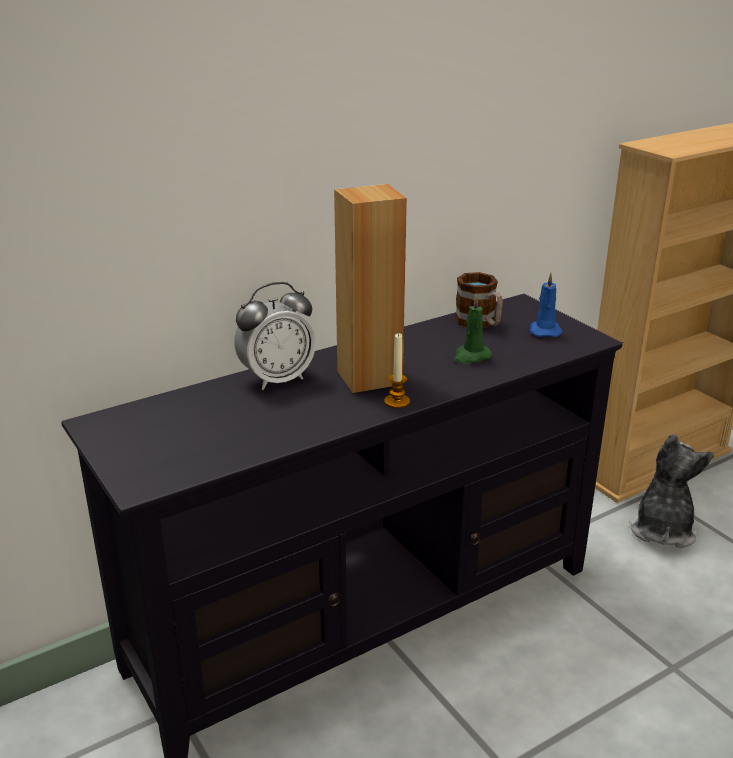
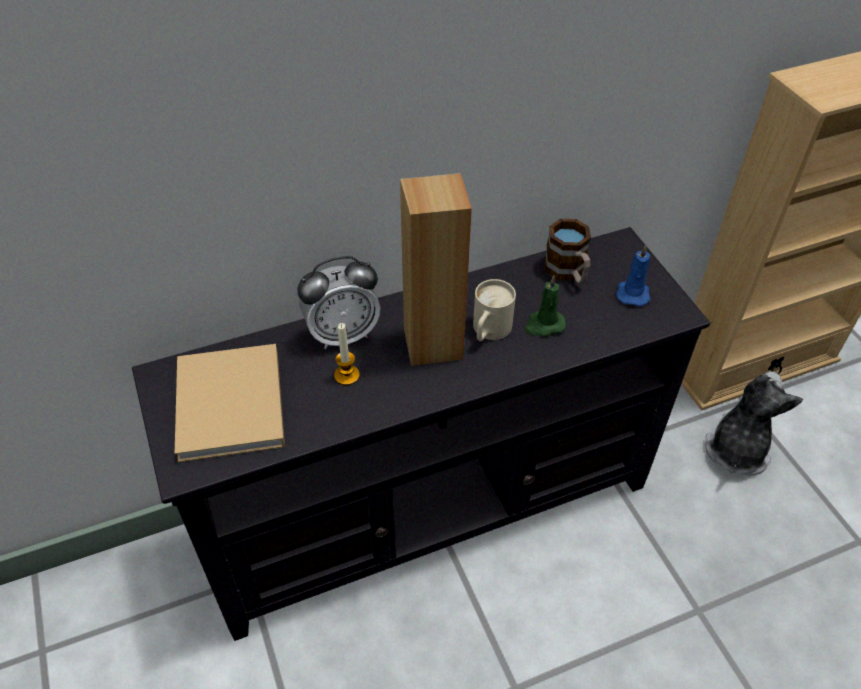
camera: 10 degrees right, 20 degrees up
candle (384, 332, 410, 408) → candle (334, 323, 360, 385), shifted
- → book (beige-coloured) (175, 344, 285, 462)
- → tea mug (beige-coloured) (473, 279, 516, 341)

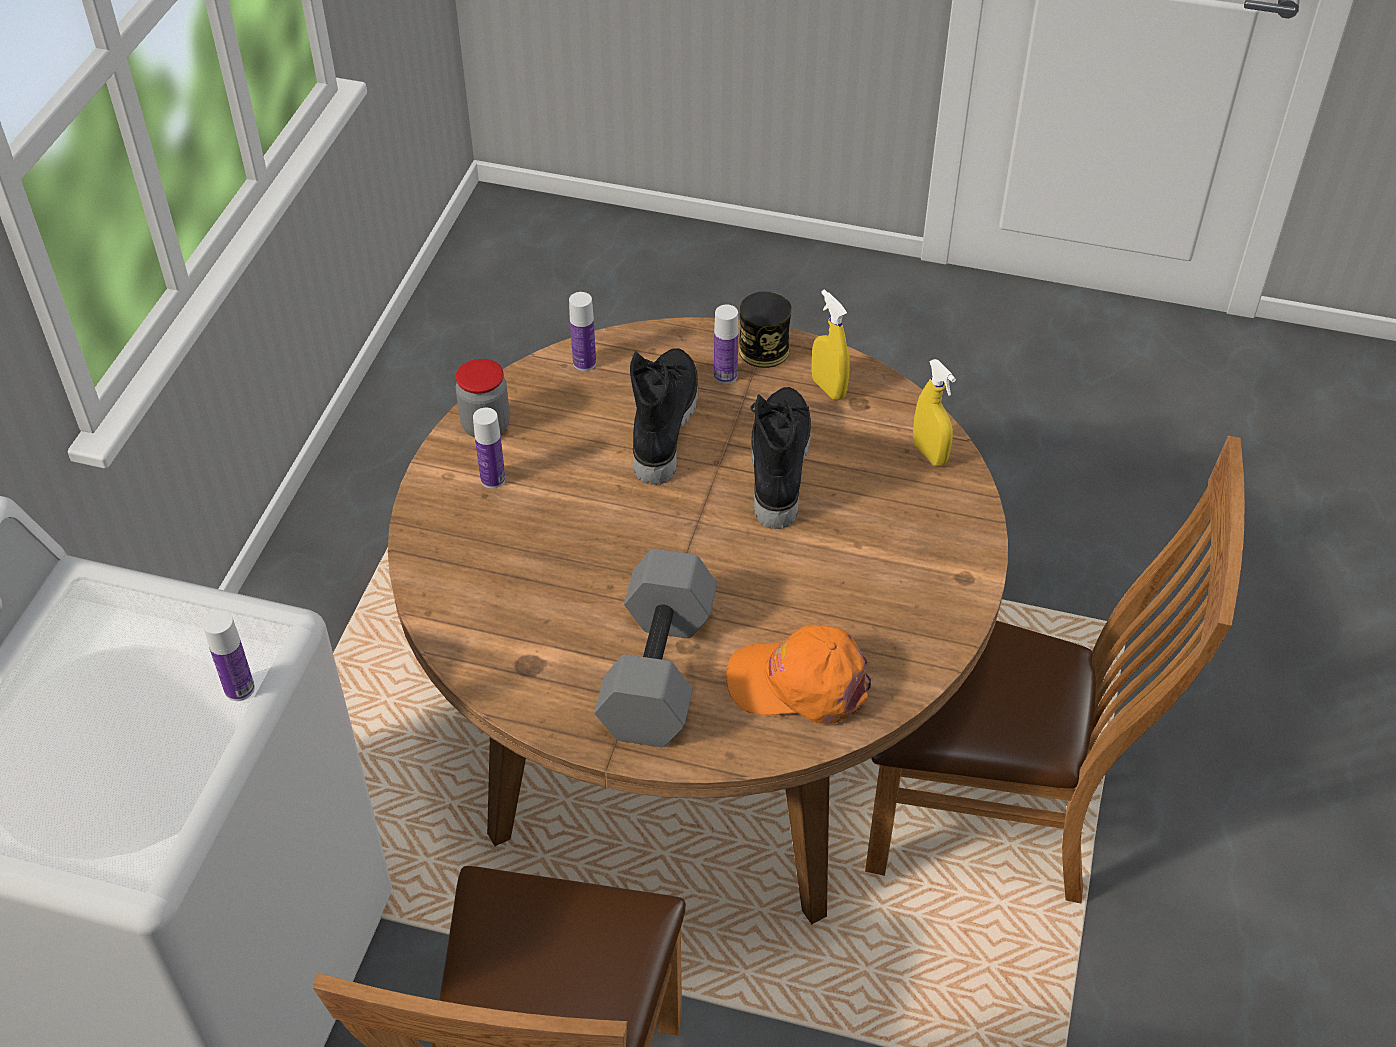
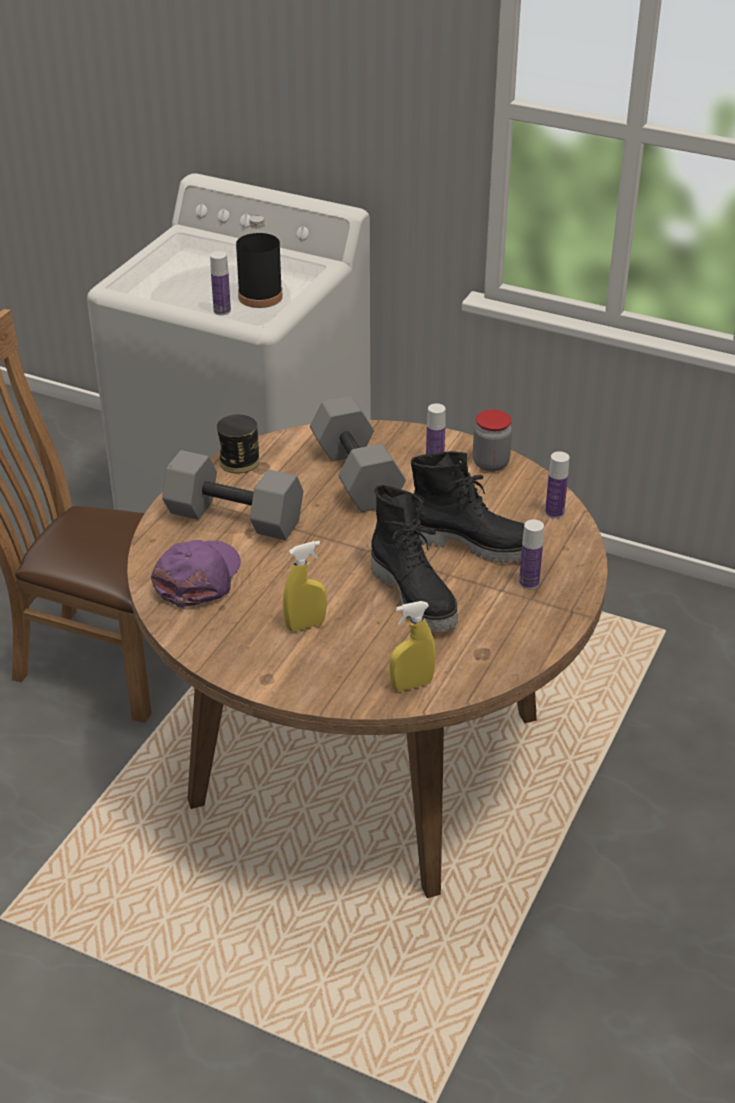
camera: 100 degrees right, 10 degrees down
peaked cap (orangey) (726, 625, 871, 724) → peaked cap (purplish) (151, 540, 241, 608)
can (739, 291, 792, 368) → can (217, 415, 259, 474), shifted
high-top boot (black) (750, 387, 811, 529) → high-top boot (black) (371, 485, 458, 632), 45 degrees clockwise
hand sprayer (yellow-coloured) (811, 290, 850, 401) → hand sprayer (yellow-coloured) (283, 541, 327, 632), shifted
plain chair (brown) (865, 436, 1245, 903) → -
- → beverage bottle (black) (236, 216, 283, 308)
- → dumbbell (grey) (310, 396, 406, 512)

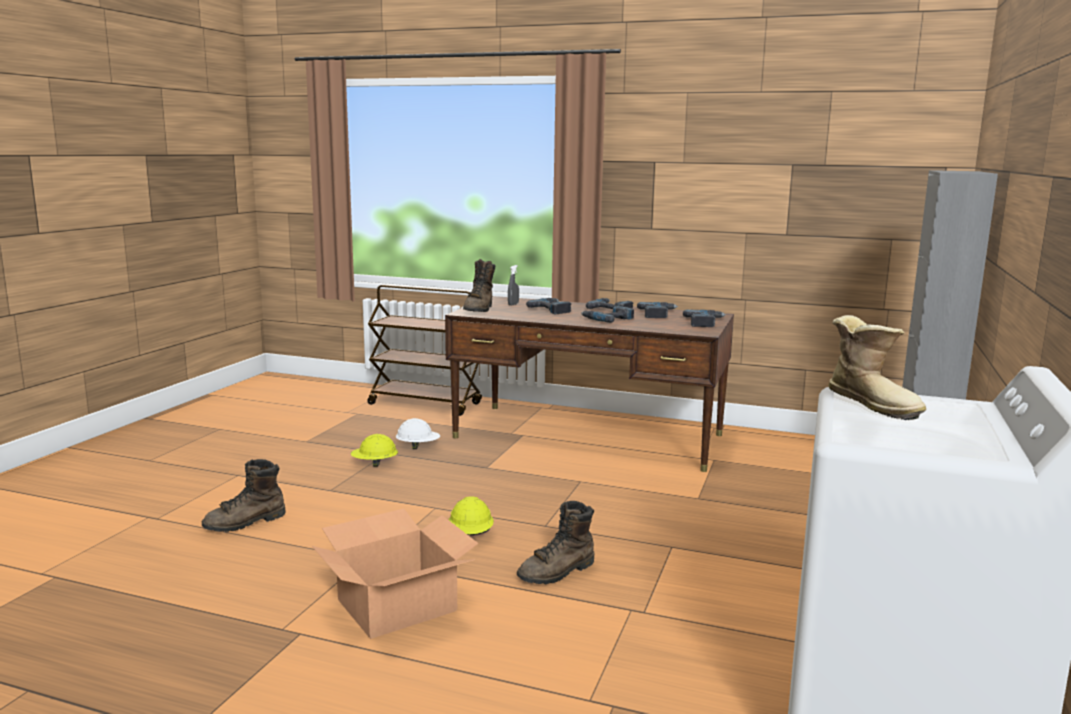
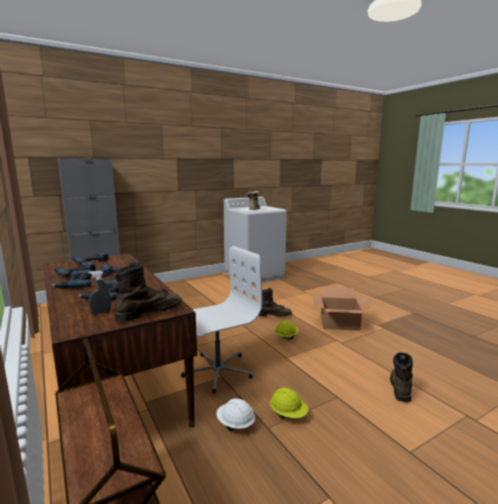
camera: 140 degrees left, 0 degrees up
high-top boot (brown) (202, 459, 286, 532) → high-top boot (brown) (390, 352, 413, 402), 75 degrees counterclockwise
- → office chair (whitish) (181, 246, 262, 393)

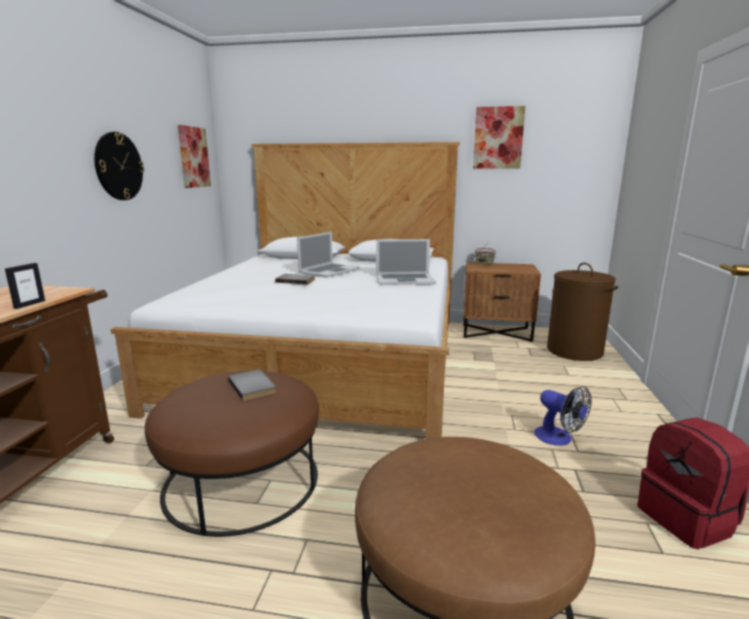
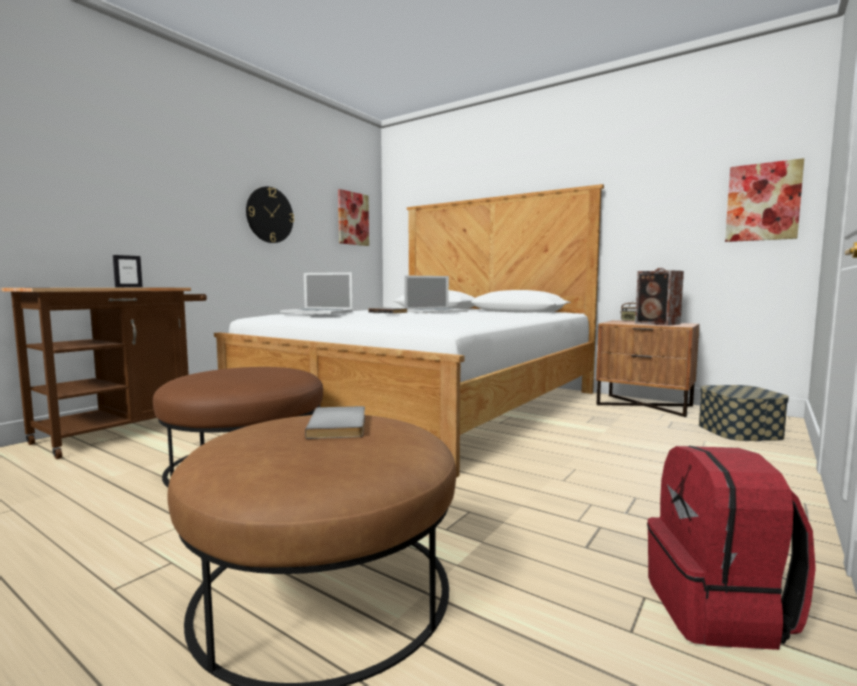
camera: 25 degrees right, 10 degrees down
book (grey) (228, 369, 276, 401) → book (grey) (305, 406, 365, 439), shifted
laptop (376, 239, 436, 285) → laptop (280, 272, 353, 314), shifted
wall art (473, 106, 525, 168) → wall art (725, 158, 804, 242), shifted
electric fan (534, 386, 592, 446) → -
washing basket (brown) (547, 263, 618, 361) → storage container (699, 385, 789, 441)
- → loudspeaker (635, 268, 684, 326)

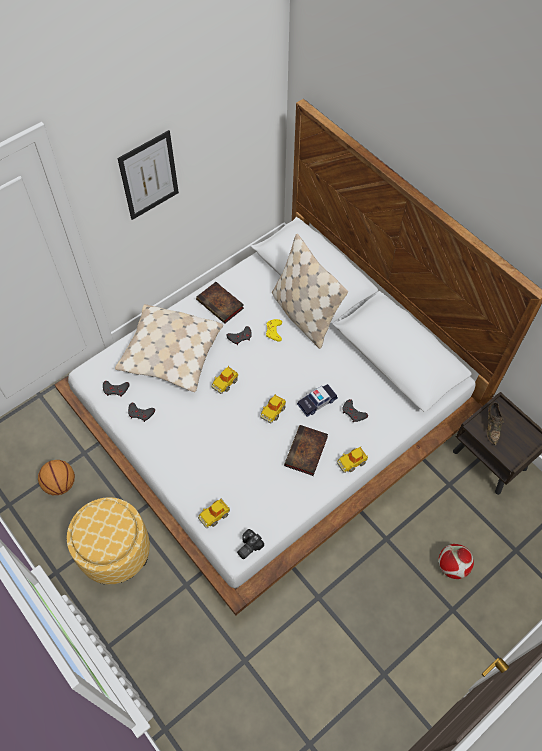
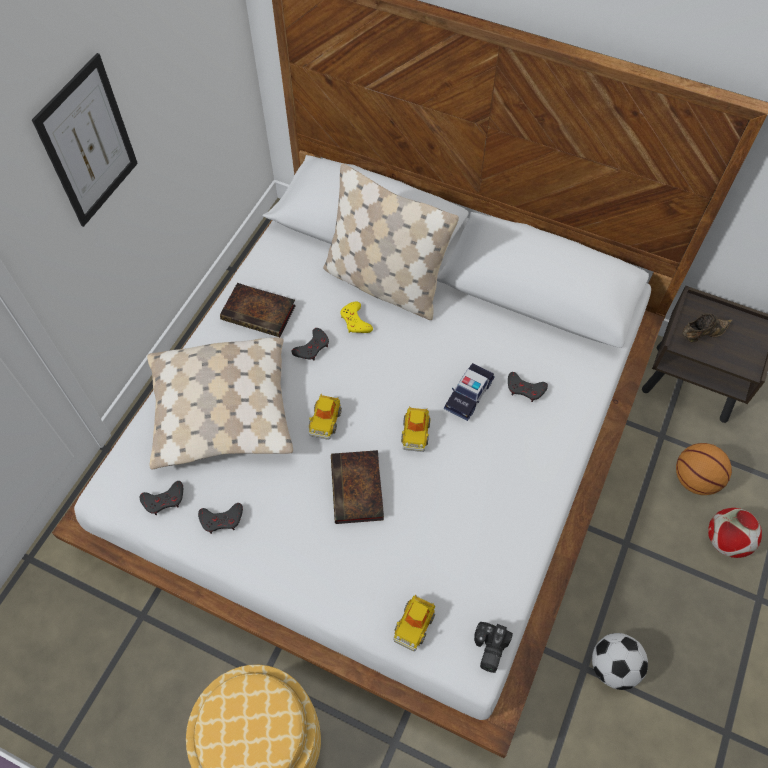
camera: 25 degrees left, 0 degrees up
basketball (38, 460, 75, 495) → basketball (676, 443, 732, 495), shifted
book (284, 425, 328, 476) → book (331, 450, 384, 524), shifted
miniature car (337, 447, 368, 473) → -
item of footwear (brown) (487, 402, 504, 446) → item of footwear (brown) (682, 313, 733, 342), 90 degrees counterclockwise
- → ball for football (592, 633, 648, 690)

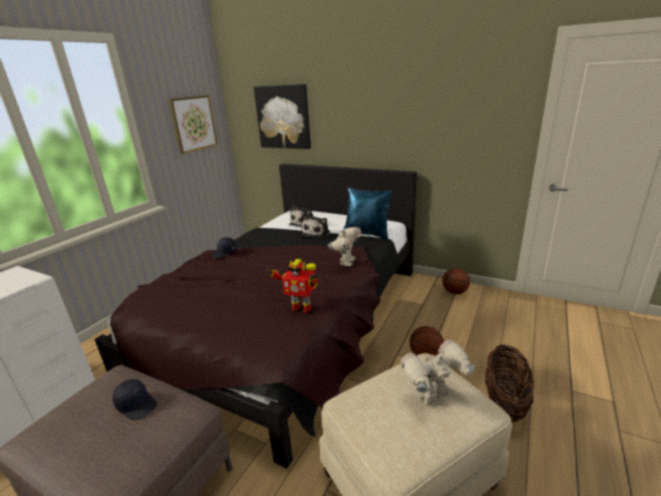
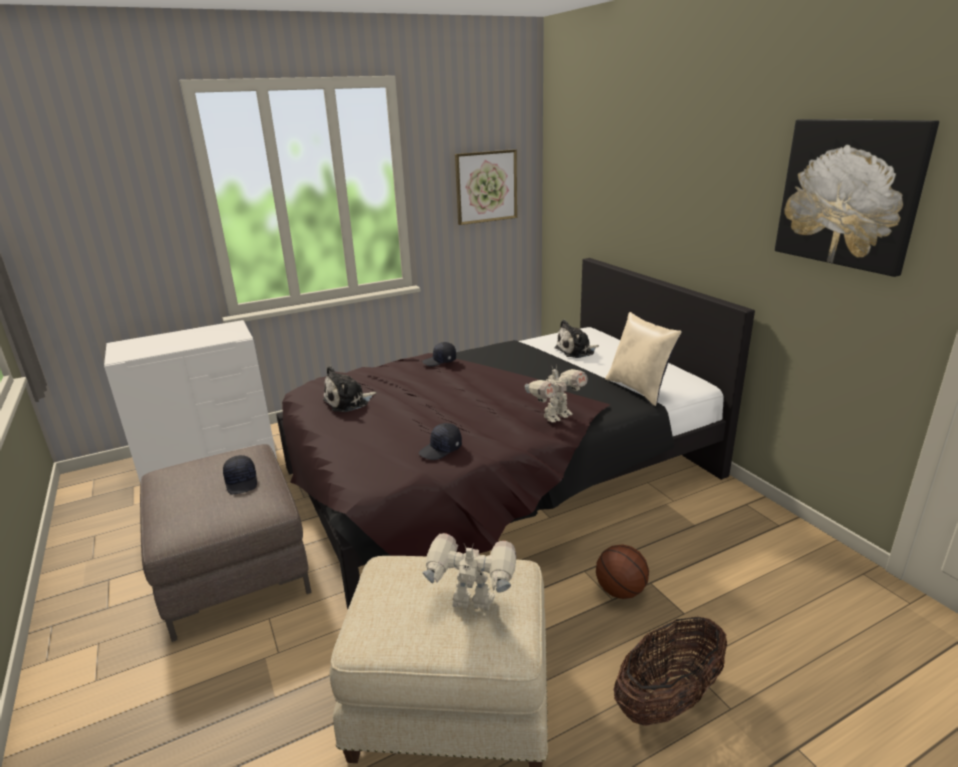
camera: 35 degrees right, 0 degrees up
wall art (254, 84, 311, 149) → wall art (775, 119, 939, 277), shifted
toy robot (267, 259, 318, 313) → peaked cap (black) (419, 423, 462, 460)
cuddly toy (301, 214, 330, 238) → cuddly toy (323, 366, 376, 412), shifted
cushion (bluish) (343, 187, 393, 240) → cushion (beige-coloured) (605, 312, 682, 406)
basketball (442, 268, 470, 294) → -

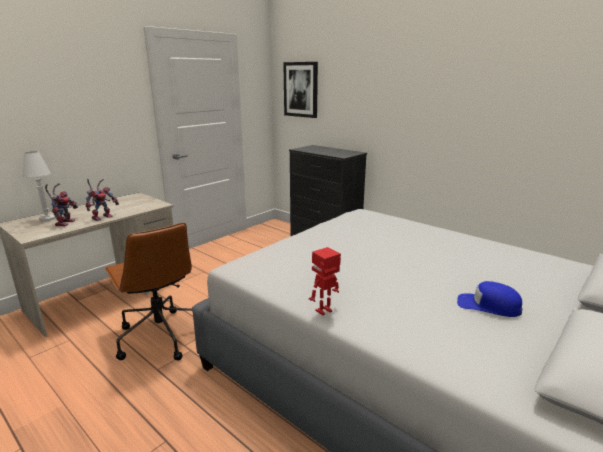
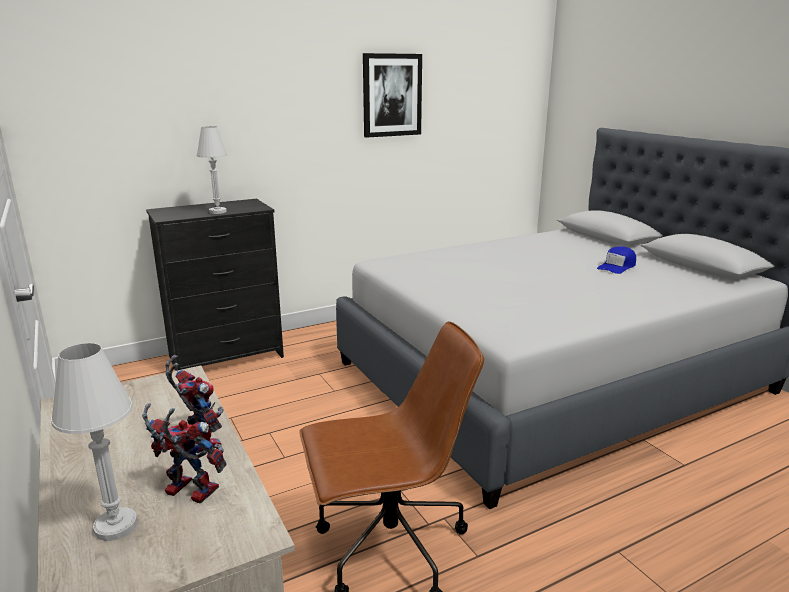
camera: 70 degrees left, 0 degrees up
wall art (283, 62, 318, 118) → wall art (363, 53, 422, 138), shifted
toy robot (309, 247, 341, 315) → -
- → table lamp (whitish) (197, 126, 227, 214)

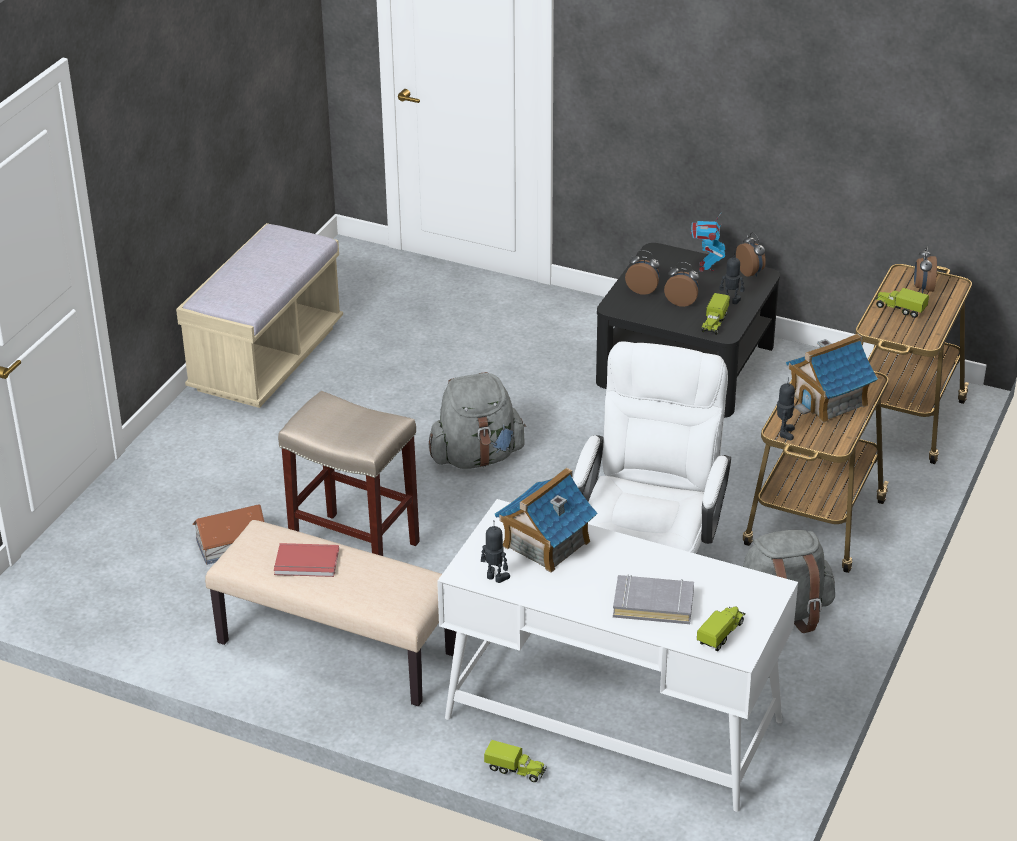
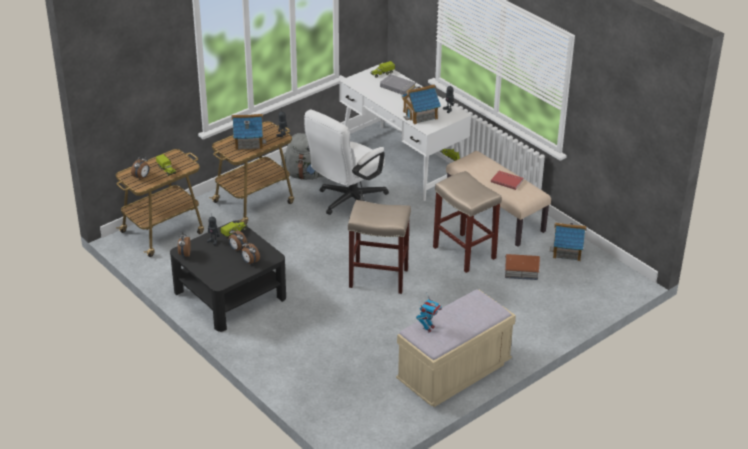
camera: 155 degrees left, 0 degrees up
rucksack (grey) (429, 372, 526, 469) → stool seat (beige-coloured) (348, 200, 411, 294)
toy robot (690, 212, 725, 272) → toy robot (416, 292, 442, 333), shifted
- → toy house (550, 222, 587, 261)

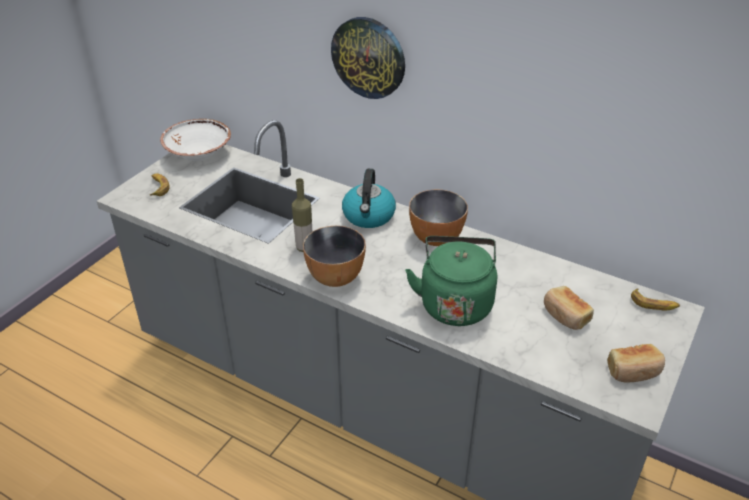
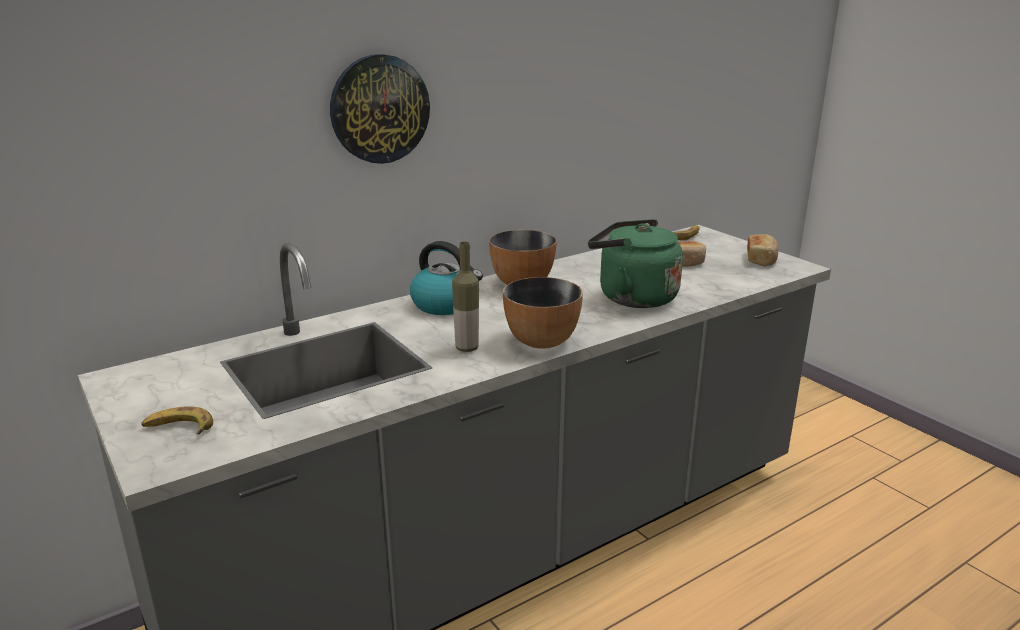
camera: 65 degrees left, 15 degrees down
deep dish (whitish) (160, 119, 231, 161) → -

